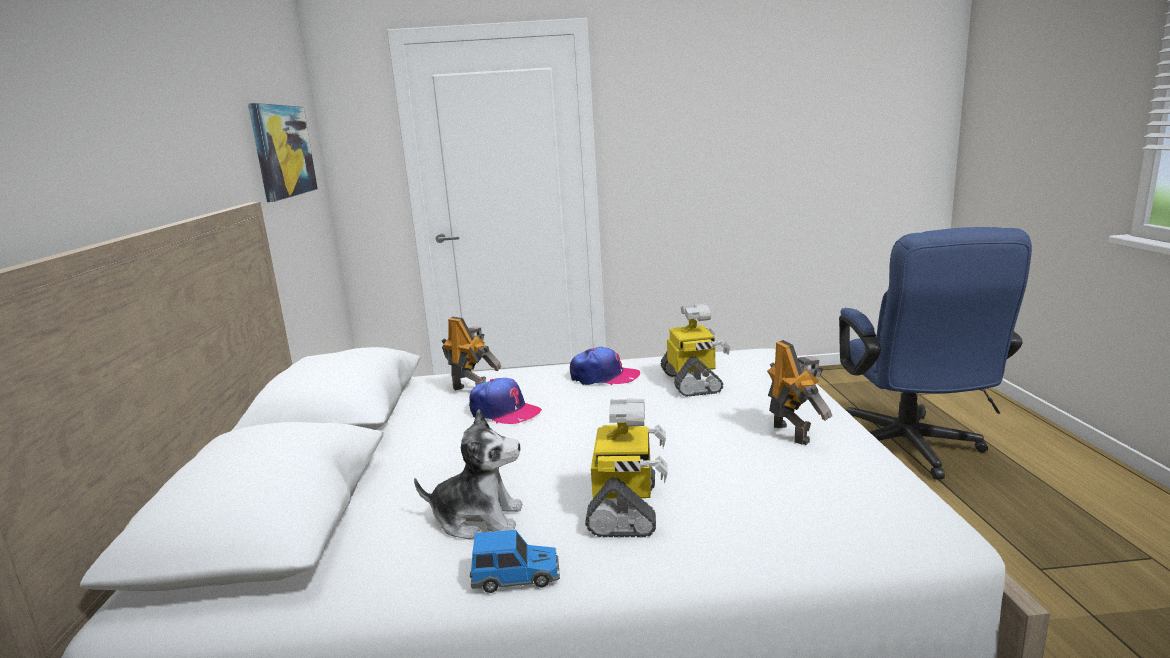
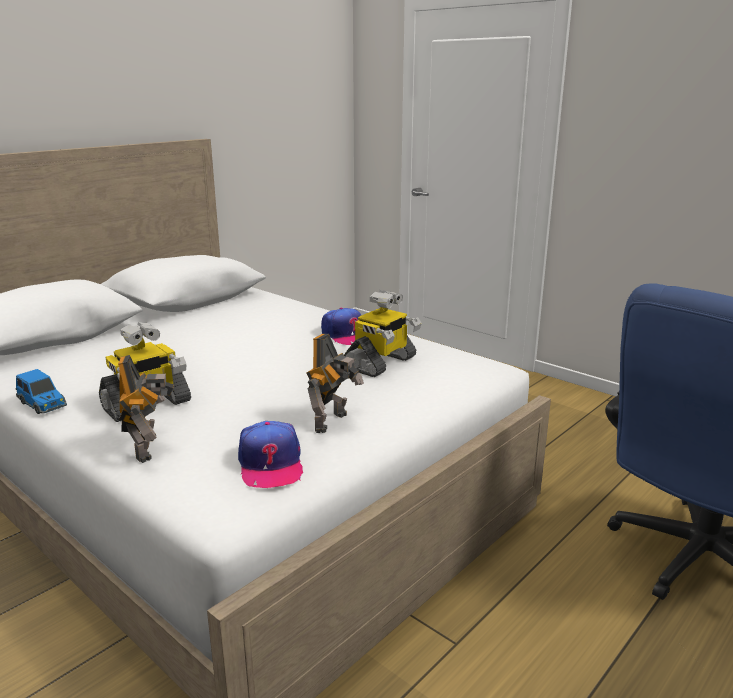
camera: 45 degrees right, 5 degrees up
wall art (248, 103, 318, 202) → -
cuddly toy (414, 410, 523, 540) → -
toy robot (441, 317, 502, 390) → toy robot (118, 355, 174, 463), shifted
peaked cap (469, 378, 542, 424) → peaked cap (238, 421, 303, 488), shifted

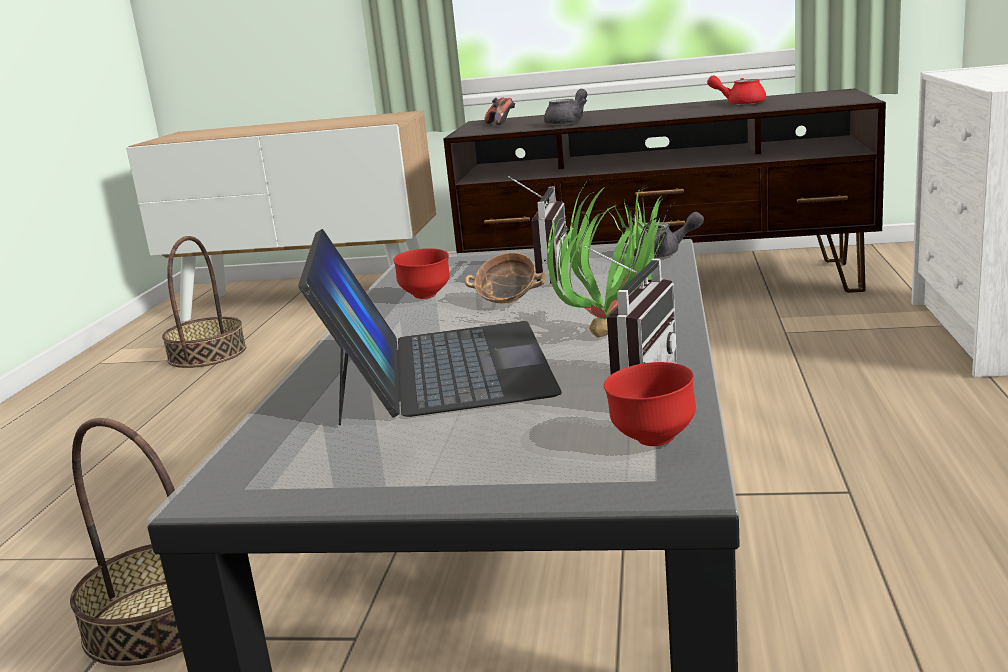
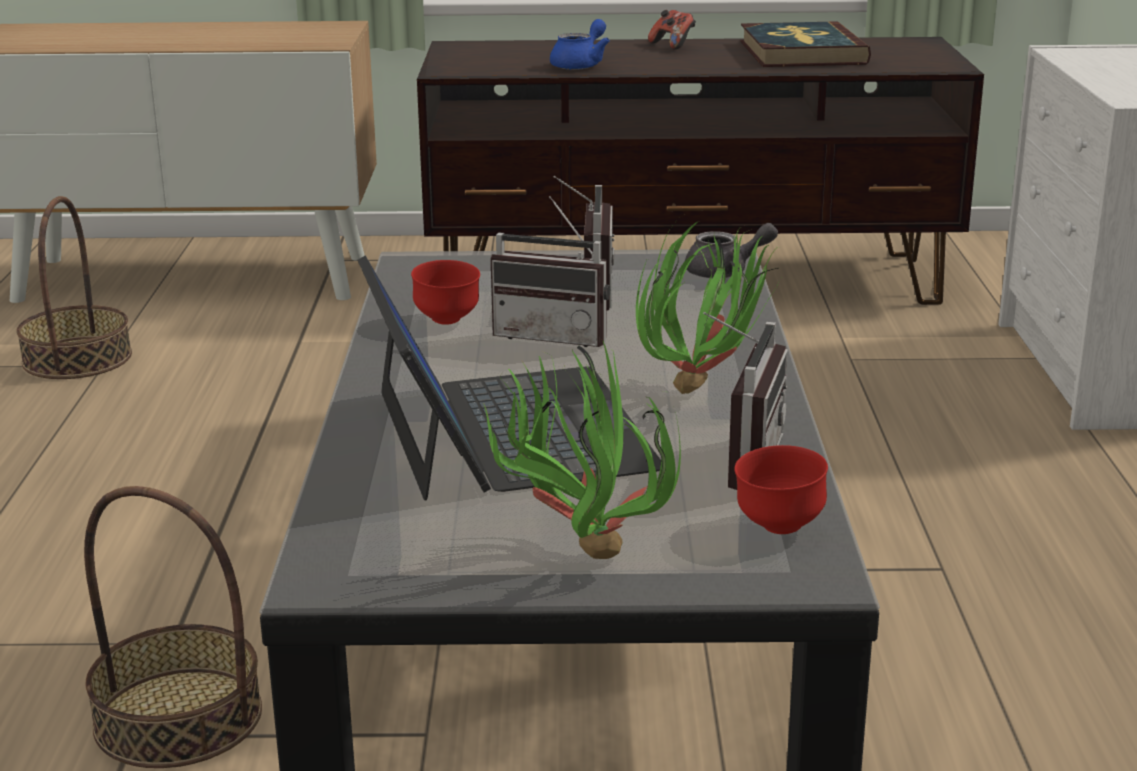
camera: 10 degrees left, 5 degrees up
deep dish (465, 252, 547, 303) → radio set (491, 196, 610, 347)
game controller (485, 98, 515, 125) → game controller (648, 10, 696, 50), shifted
tea pot (grey) (544, 89, 587, 125) → tea pot (bluish) (550, 19, 610, 70)
tea pot (red-coloured) (707, 75, 766, 105) → book (740, 21, 871, 67)
- → plant in a pot (483, 339, 681, 559)

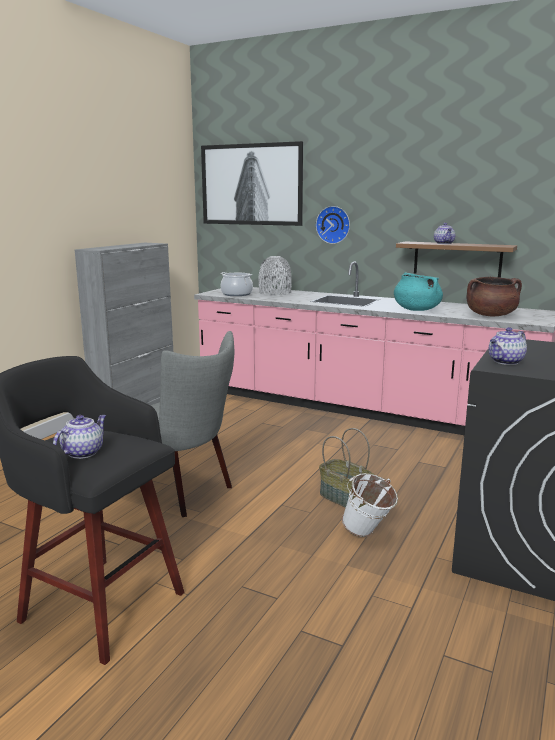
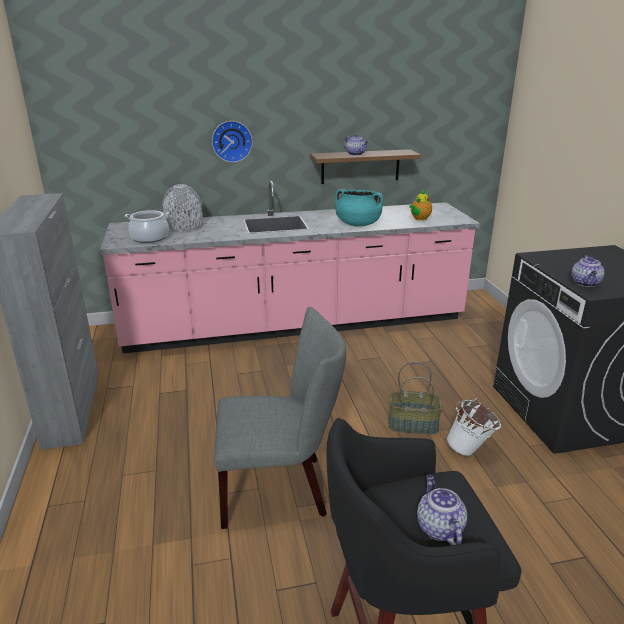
camera: 40 degrees left, 10 degrees up
wall art (201, 141, 303, 226) → -
stockpot (brown) (466, 277, 522, 316) → tea pot (409, 190, 432, 221)

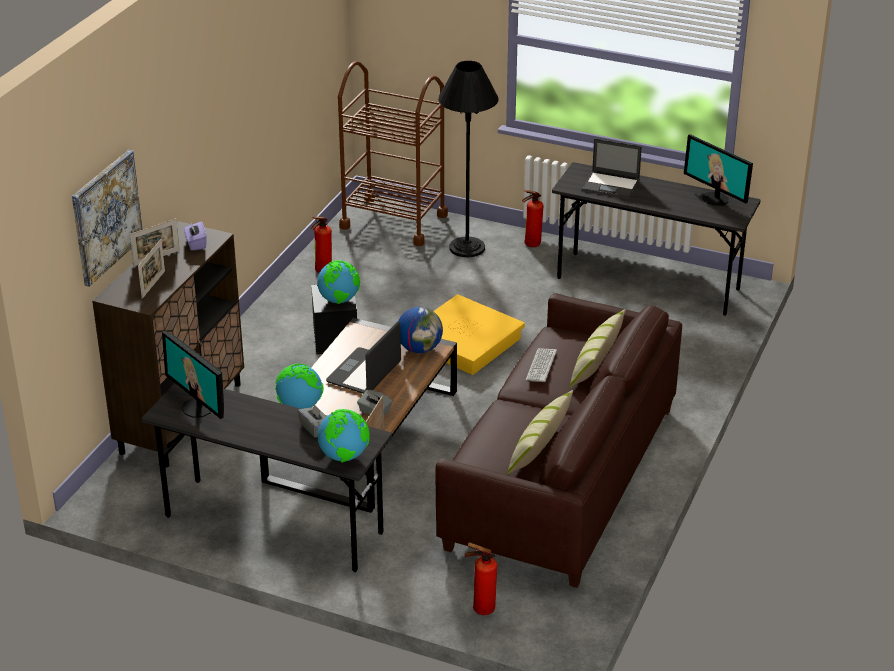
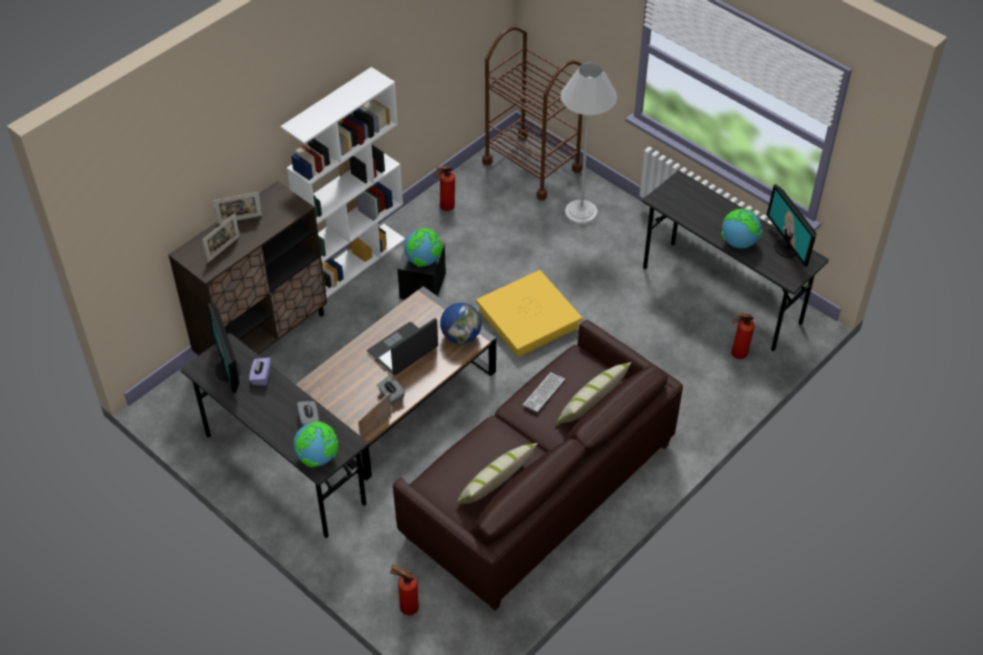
camera: 20 degrees right, 15 degrees up
wall art (72, 150, 142, 287) → -
box of tissues (purplish) (184, 222, 207, 251) → box of tissues (purplish) (249, 357, 271, 386), shifted
world globe (275, 364, 323, 409) → world globe (722, 209, 762, 249), shifted
standing lamp (black) (438, 61, 499, 257) → standing lamp (whitish) (561, 62, 617, 224)
fire-fighting cylinder (522, 190, 544, 247) → fire-fighting cylinder (731, 313, 755, 359), shifted
laptop (582, 138, 642, 199) → -
- → bookcase (whitish) (280, 67, 405, 298)

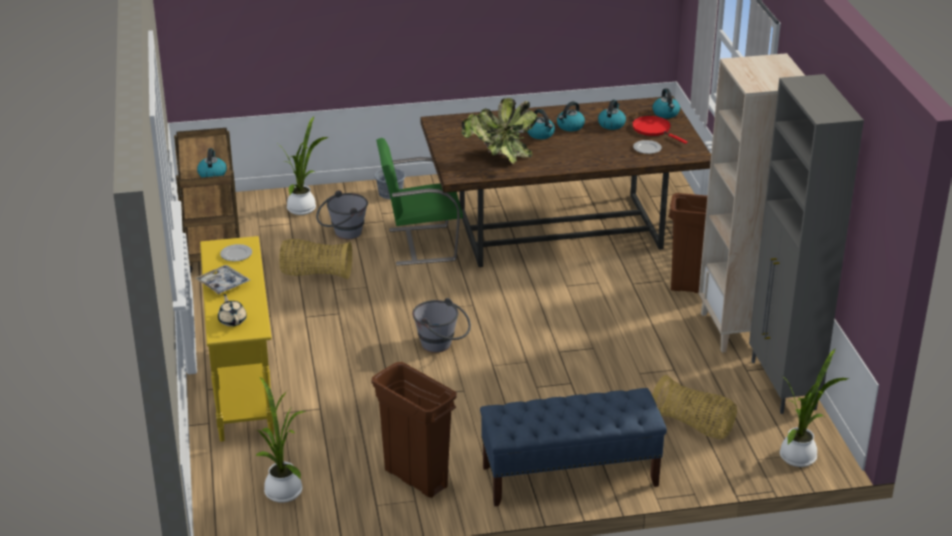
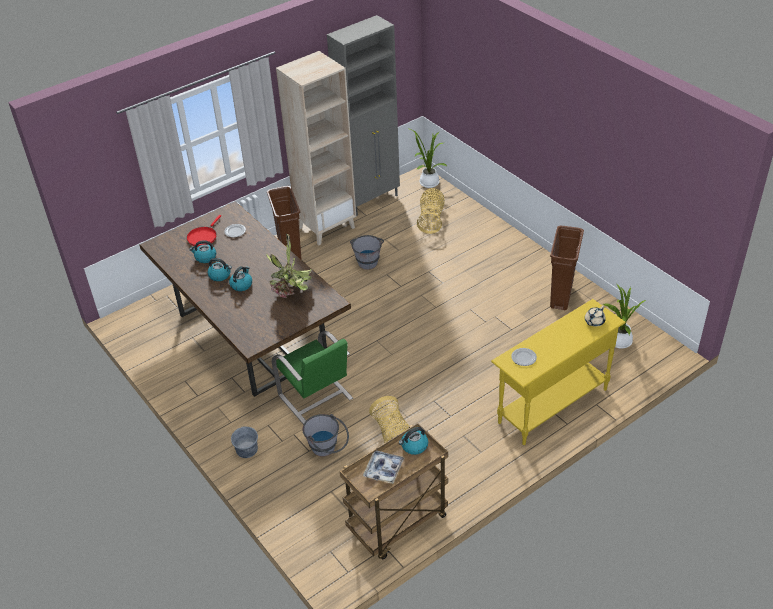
camera: 115 degrees left, 10 degrees up
serving tray (195, 265, 250, 295) → serving tray (363, 451, 404, 484), shifted
plant in a pot (276, 117, 328, 215) → -
bucket (grey) (412, 298, 471, 353) → bucket (grey) (350, 235, 384, 270), shifted
long seat (bluish) (480, 388, 667, 506) → -
water kettle (652, 88, 680, 118) → -

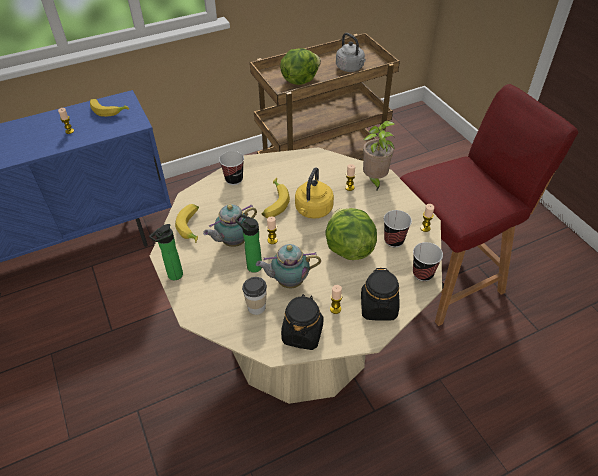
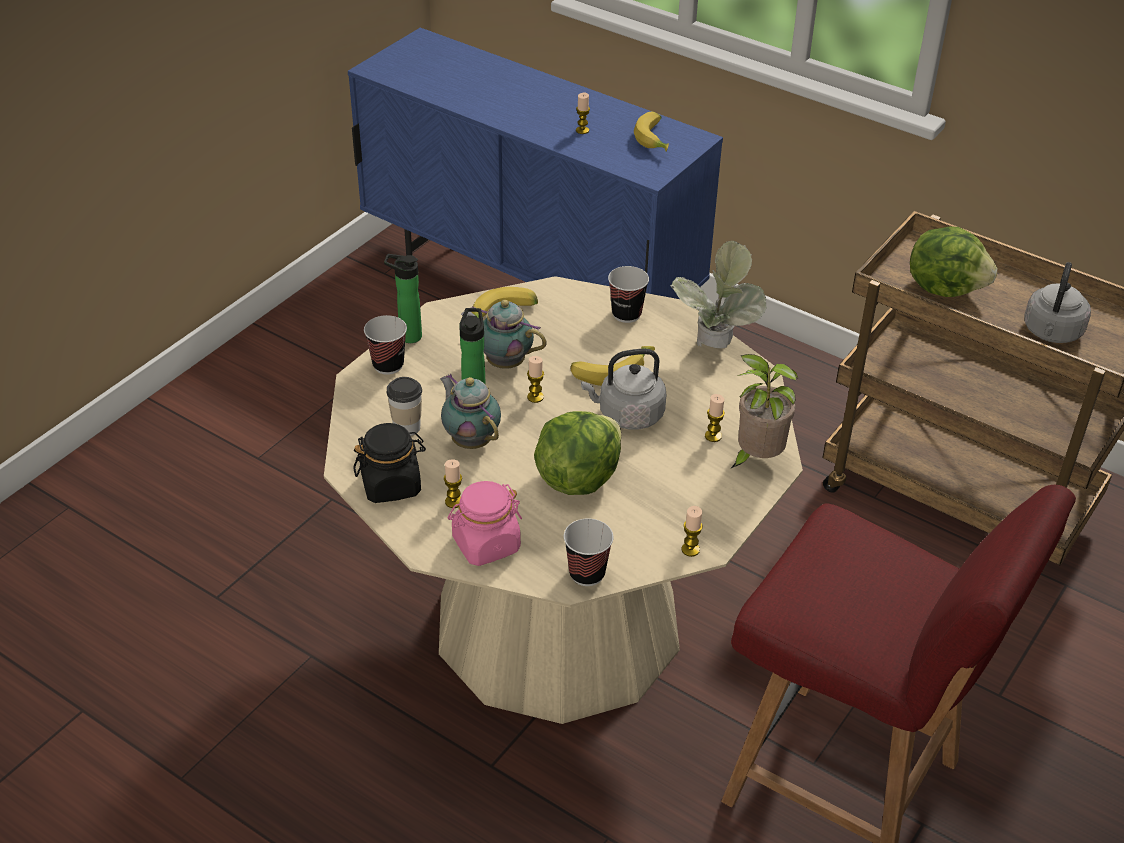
camera: 60 degrees right, 5 degrees down
water kettle (yellow-coloured) (295, 167, 334, 219) → water kettle (grey) (581, 349, 666, 429)
jar (black) (361, 268, 400, 321) → jar (pink-coloured) (448, 481, 522, 566)
cup (384, 210, 412, 248) → cup (364, 315, 407, 375), shifted
- → plant in a pot (670, 241, 767, 349)

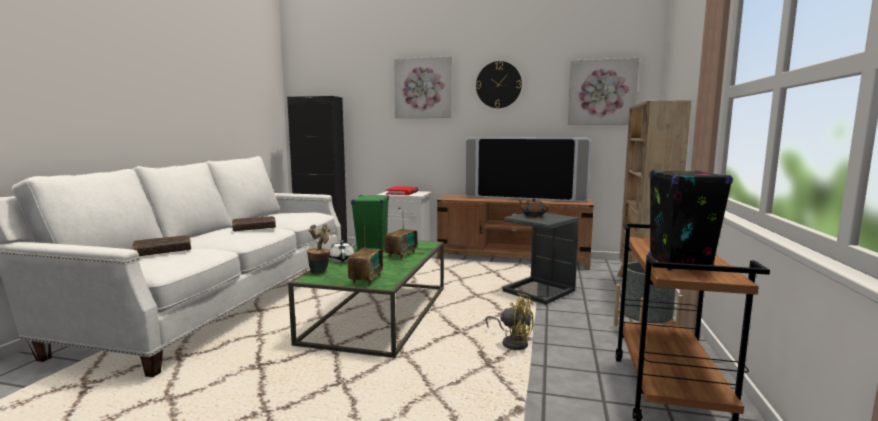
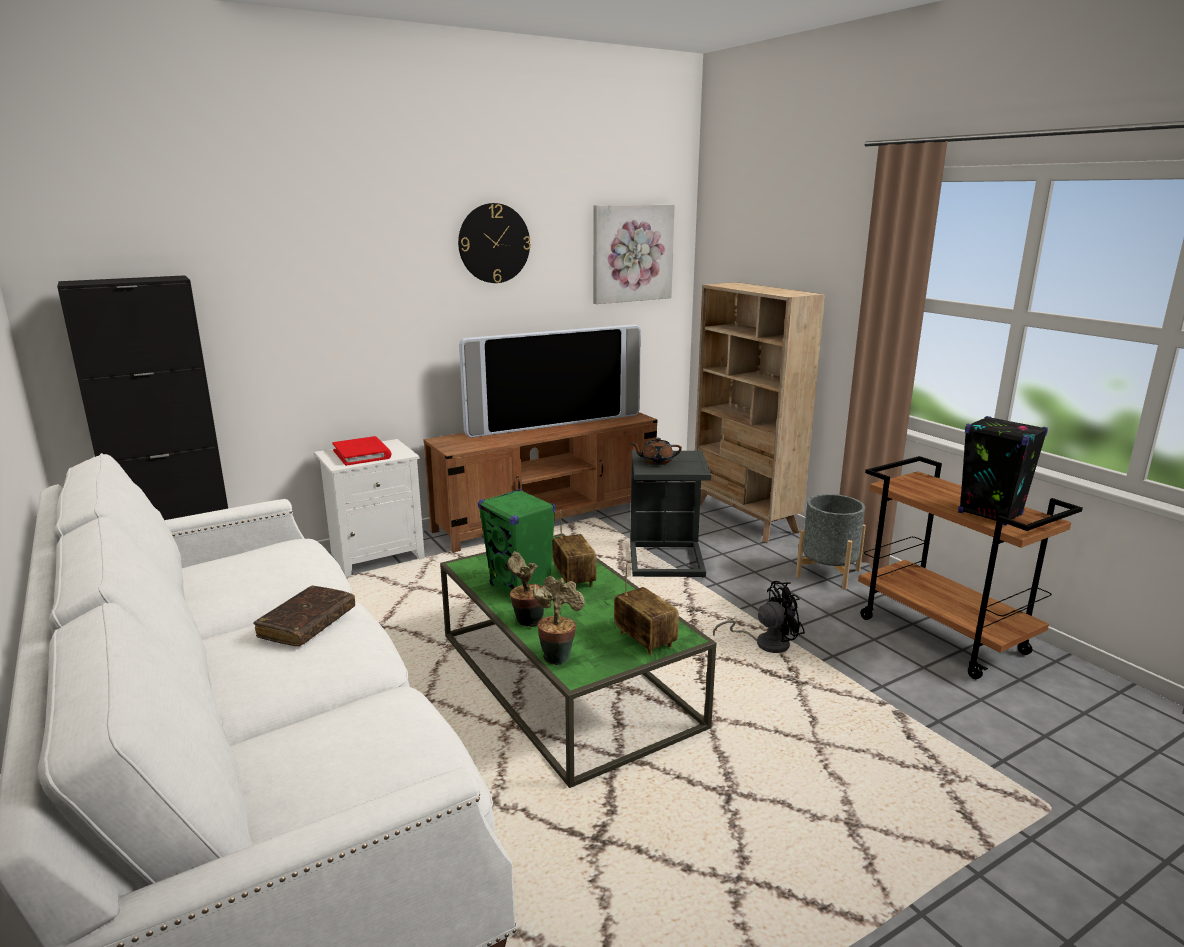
camera: 45 degrees left, 10 degrees up
book (brown) (132, 235, 191, 256) → -
tea pot (whitish) (329, 240, 355, 262) → plant in a pot (508, 551, 544, 627)
wall art (394, 56, 452, 118) → -
electric fan (yellow-coloured) (485, 293, 533, 350) → electric fan (black) (713, 581, 805, 653)

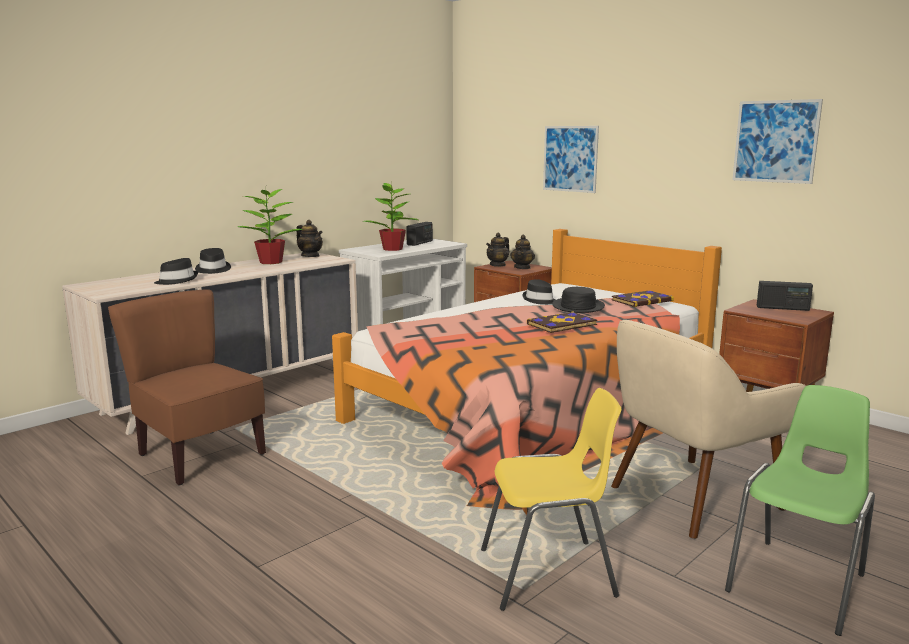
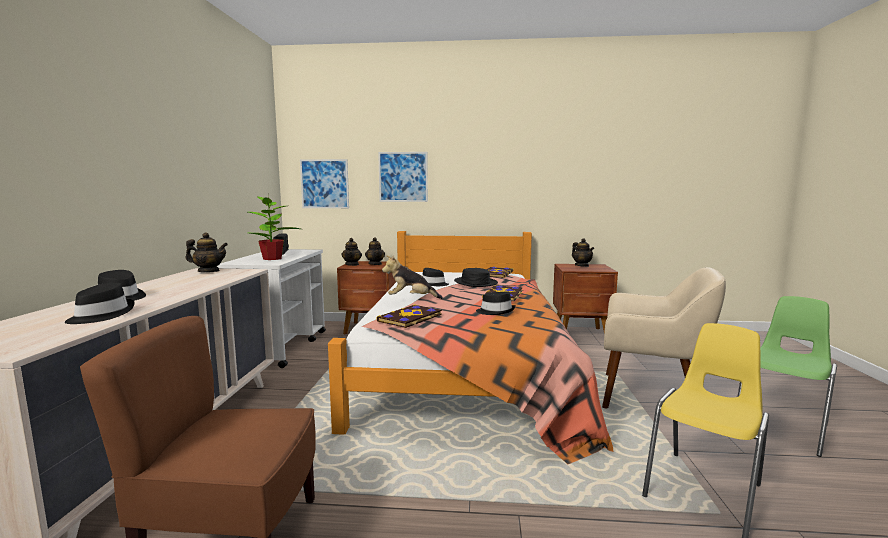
camera: 40 degrees left, 5 degrees down
plant in a pot (238, 184, 303, 264) → -
armchair (beige-coloured) (611, 320, 806, 539) → armchair (beige-coloured) (602, 267, 726, 409), 90 degrees counterclockwise
plain chair (greenish) (725, 385, 875, 636) → plain chair (greenish) (738, 296, 837, 457), 45 degrees clockwise
wall art (732, 99, 823, 184) → wall art (300, 159, 349, 208), shifted
radio set (757, 281, 813, 311) → tea pot (572, 238, 594, 267)
- → book (377, 304, 442, 328)
- → cuddly toy (382, 255, 443, 299)
- → wearable hat (black) (476, 292, 516, 315)

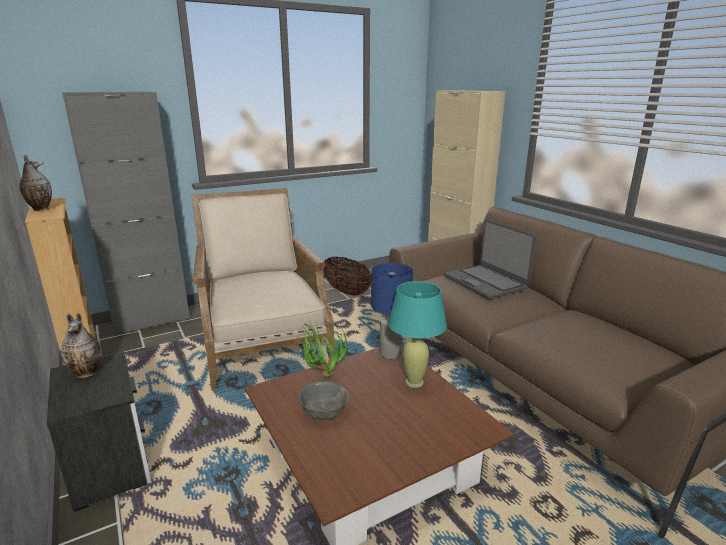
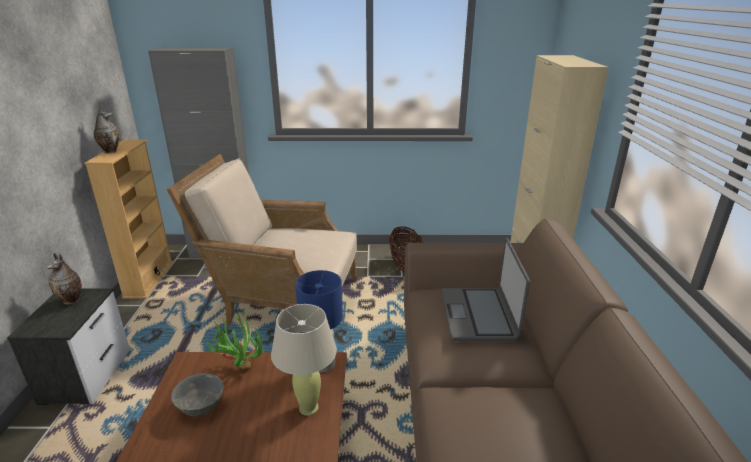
camera: 30 degrees right, 5 degrees up
armchair (beige-coloured) (191, 188, 335, 391) → armchair (beige-coloured) (167, 154, 357, 331), 90 degrees counterclockwise
table lamp (turquoise-coloured) (388, 281, 447, 388) → table lamp (beige-coloured) (271, 304, 337, 416)

